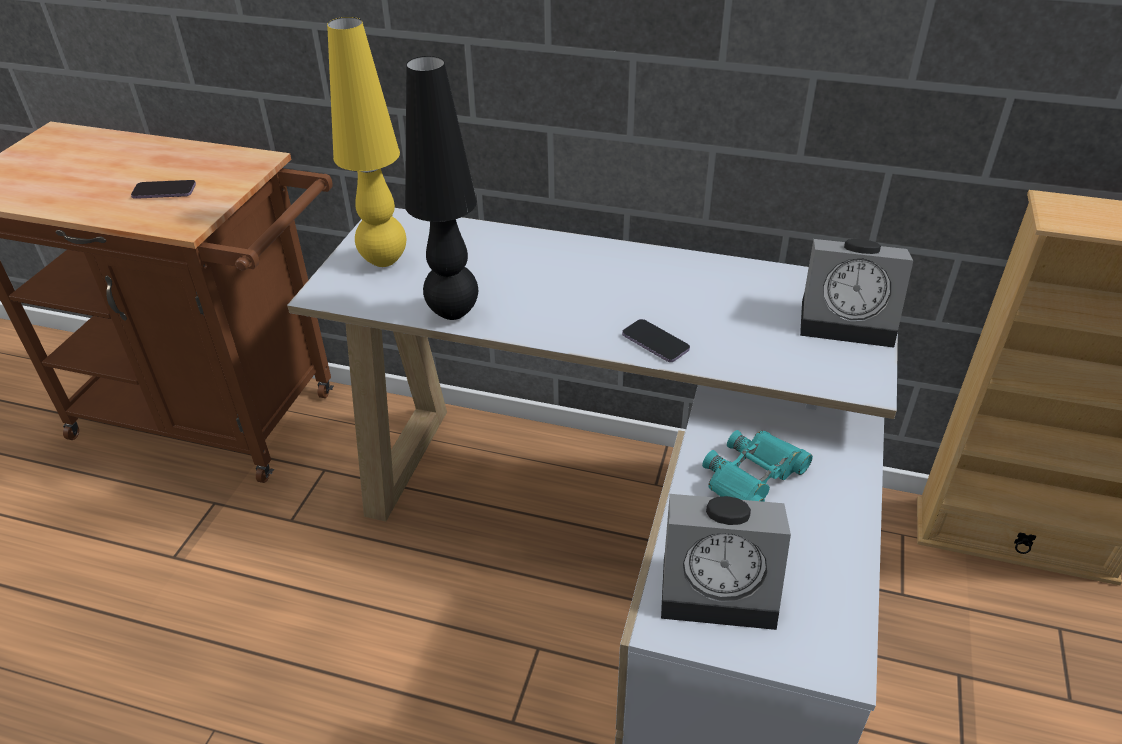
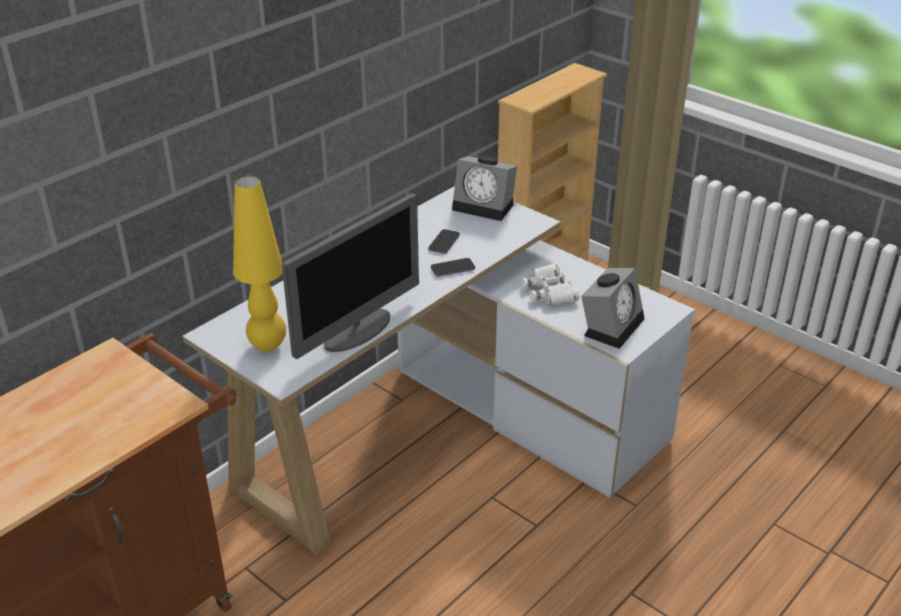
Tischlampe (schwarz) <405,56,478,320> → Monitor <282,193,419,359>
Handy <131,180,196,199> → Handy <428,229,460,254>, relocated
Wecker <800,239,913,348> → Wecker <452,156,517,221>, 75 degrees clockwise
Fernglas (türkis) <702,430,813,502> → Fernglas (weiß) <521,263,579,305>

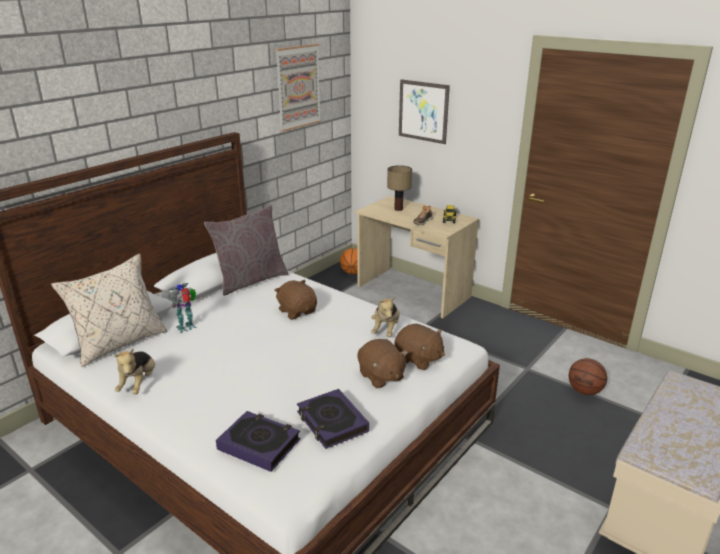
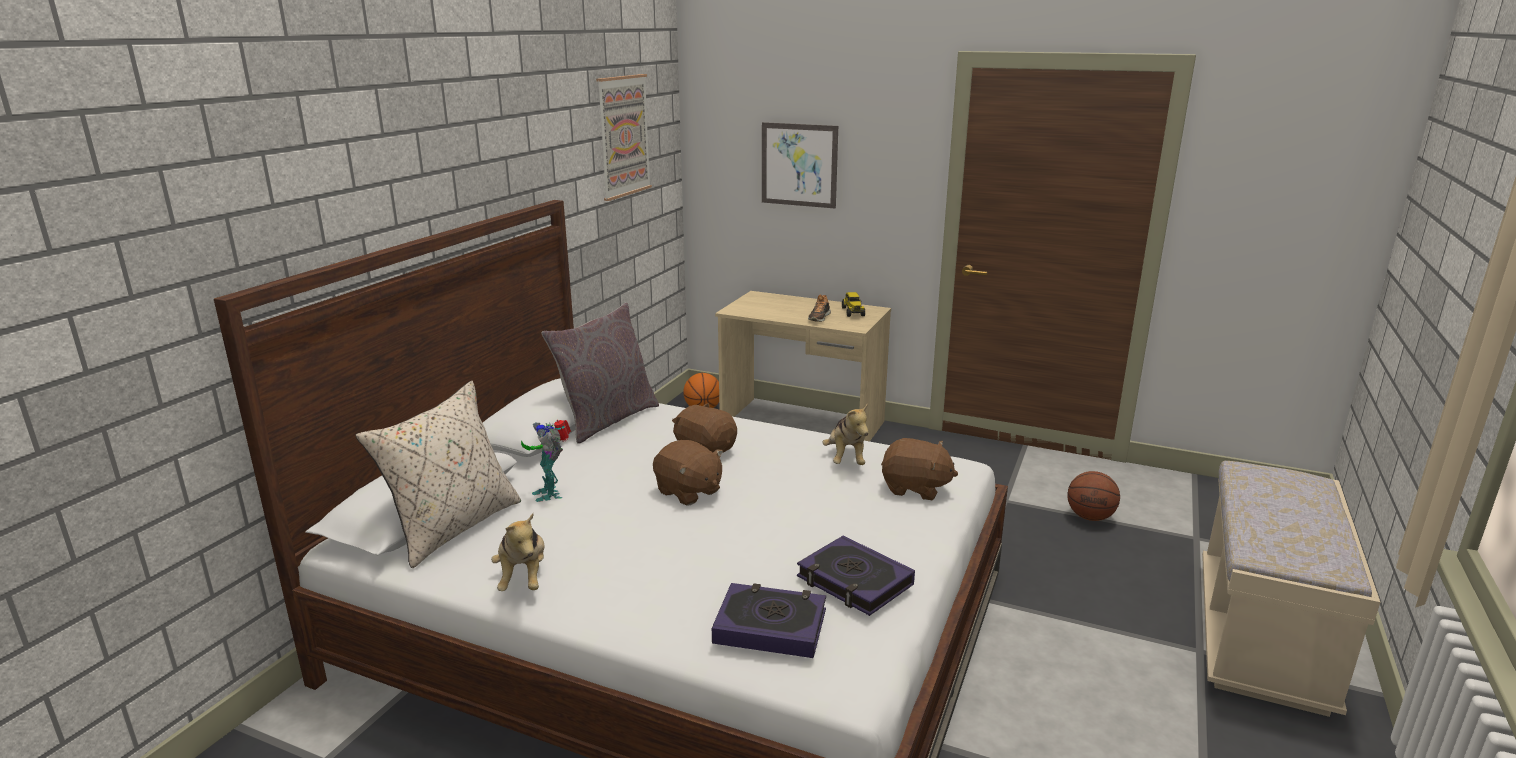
Tischlampe <387,165,412,211> → -
Spielzeugroboter <168,283,197,333> → Spielzeugroboter <521,420,571,502>, 60 degrees counterclockwise
Plüschtier (braun) <358,339,408,388> → Plüschtier (braun) <653,440,723,505>, relocated

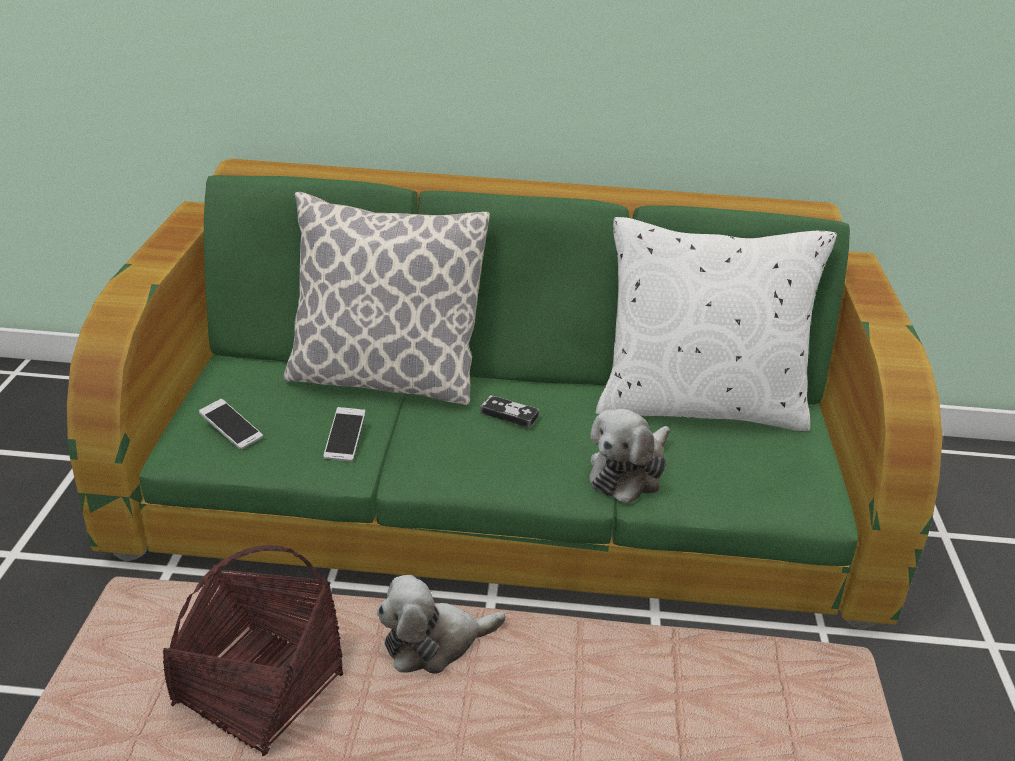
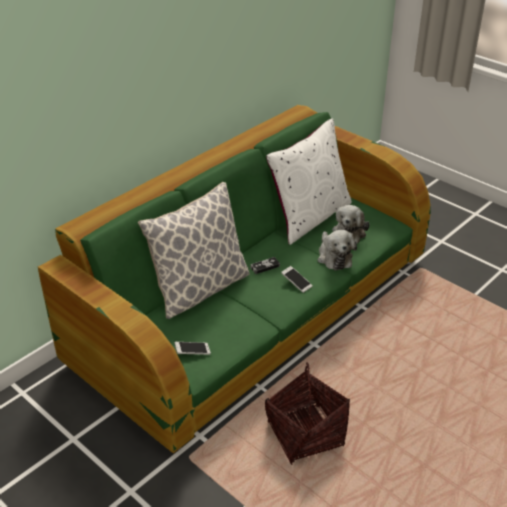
Handy <323,407,366,462> → Handy <281,266,313,293>, relocated
Plüschtier <377,575,506,673> → Plüschtier <332,205,370,244>, relocated

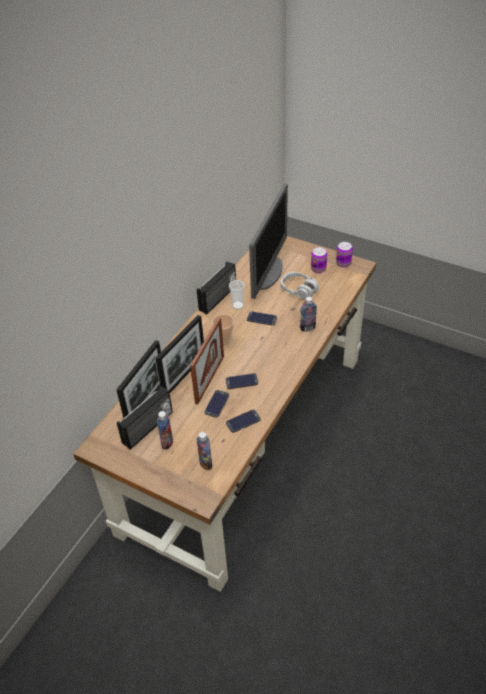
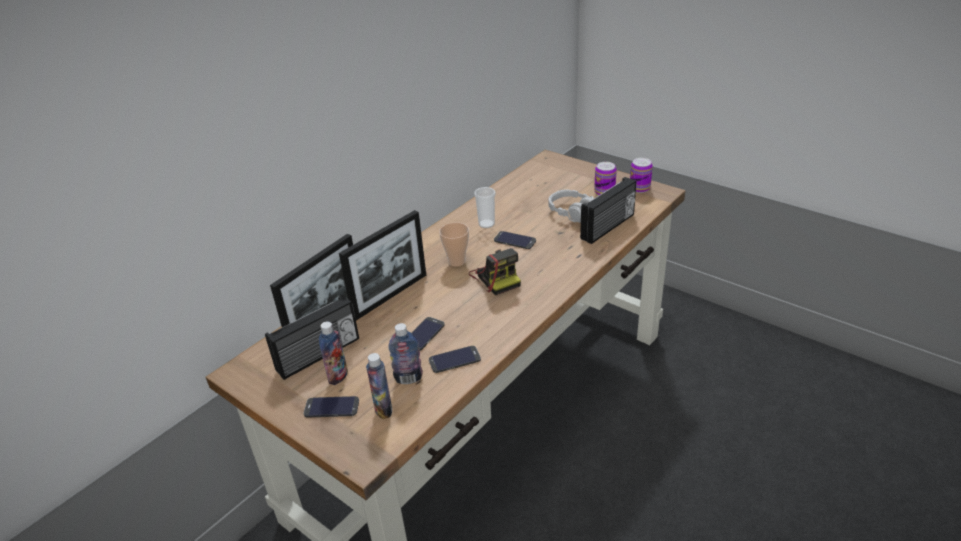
Monitor <249,184,288,299> → -
Radio <197,261,236,314> → Radio <580,177,637,244>, relocated
Flasche <300,297,317,332> → Flasche <389,323,423,384>, relocated
Bilderrahmen <190,317,224,405> → -
Handy <225,373,258,389> → Handy <304,396,359,418>, relocated
- → Kamera <469,248,521,295>

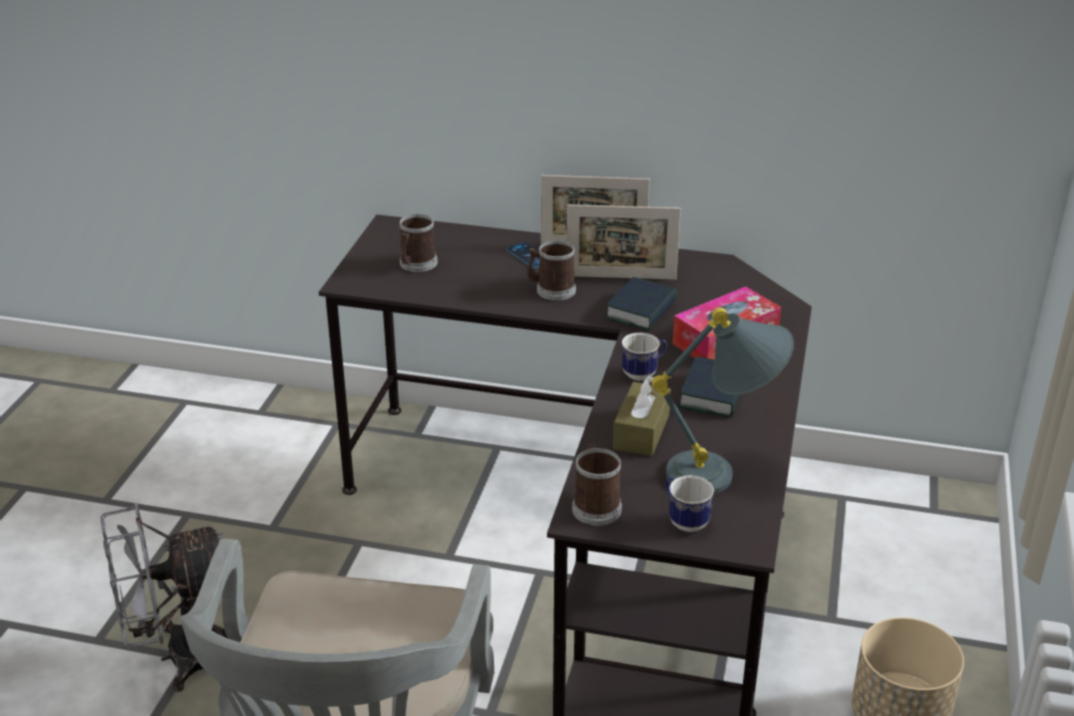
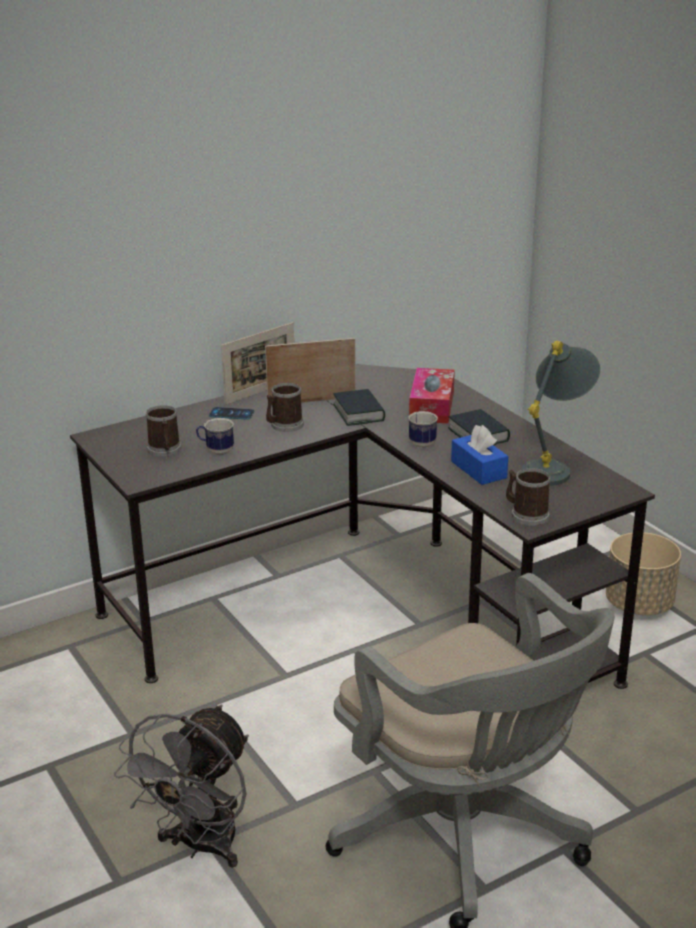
Bilderrahmen <567,205,681,280> → Bilderrahmen <265,338,356,403>, 150 degrees counterclockwise
Taschentuchbox (braun) <613,376,671,456> → Taschentuchbox (blau) <451,425,508,485>
Henkelbecher <665,475,714,532> → Henkelbecher <196,418,234,455>, relocated

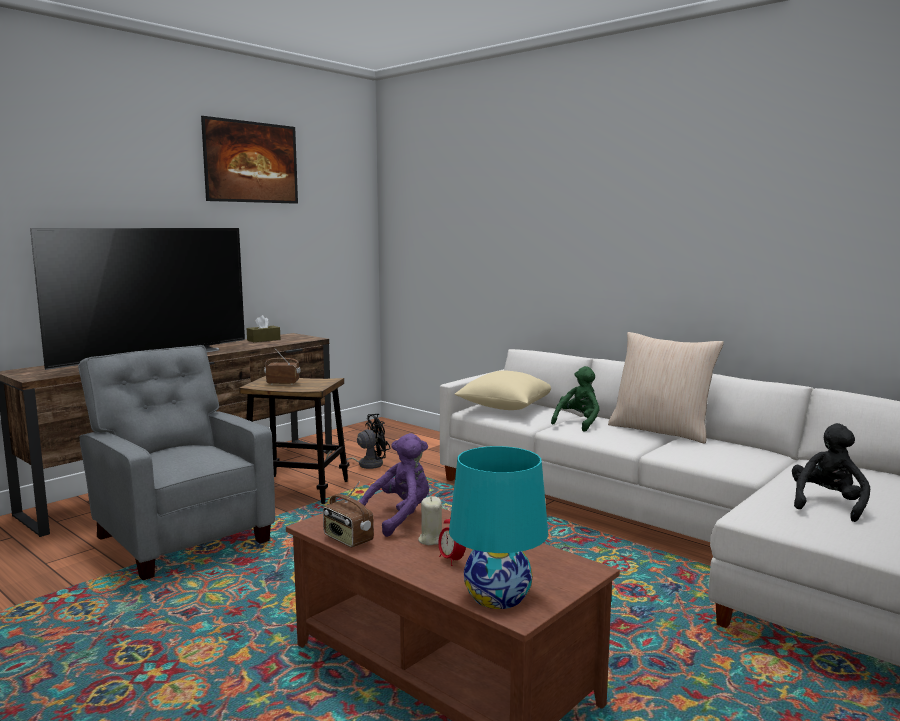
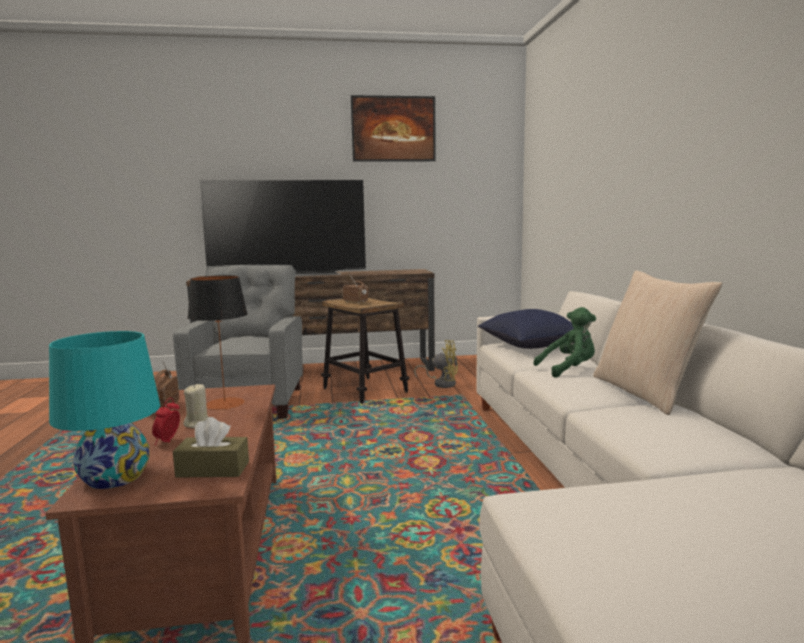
Taschentuchbox (braun) <247,315,280,342> → Taschentuchbox (braun) <173,417,249,478>, relocated
Kissen (beige) <455,370,551,410> → Kissen (blau) <478,309,574,349>
Ventilator (schwarz) <326,414,391,469> → Ventilator (gelb) <414,340,458,388>
Plüschtier (schwarz) <792,423,870,522> → -
Plüschtier (lila) <359,433,429,537> → Tischlampe <187,275,248,410>

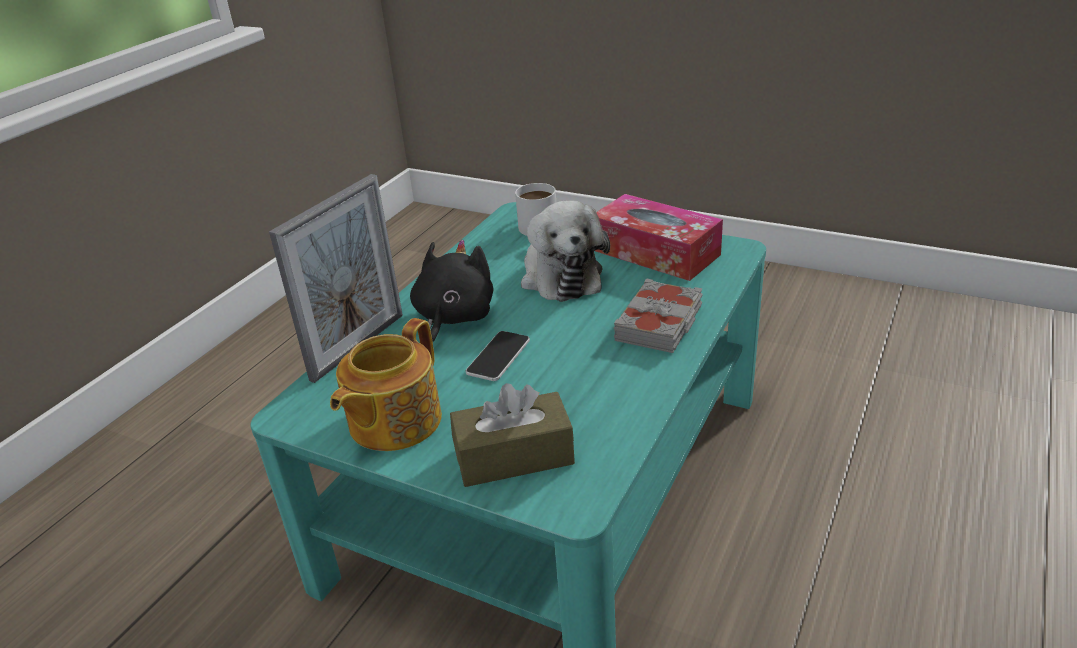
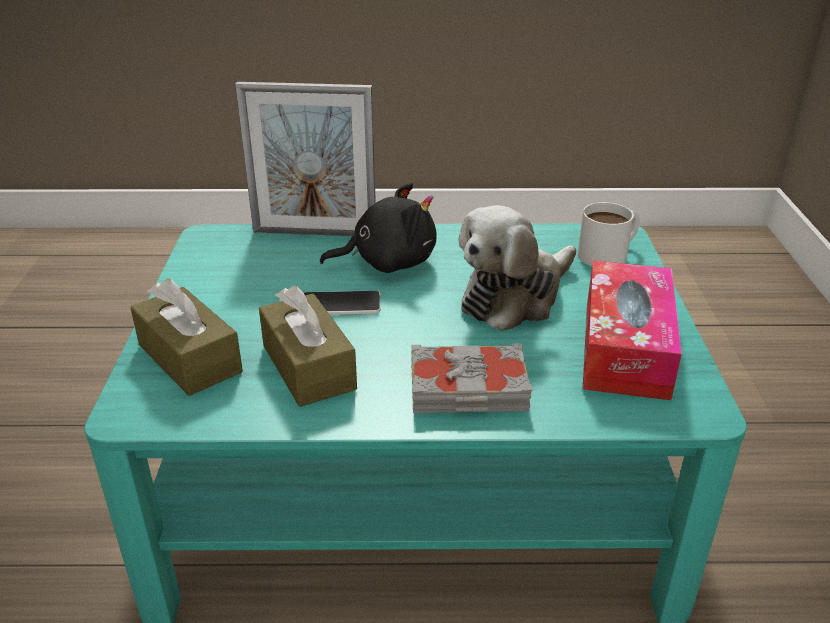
Teekanne <330,318,442,451> → -
- → Taschentuchbox (braun) <259,285,357,407>

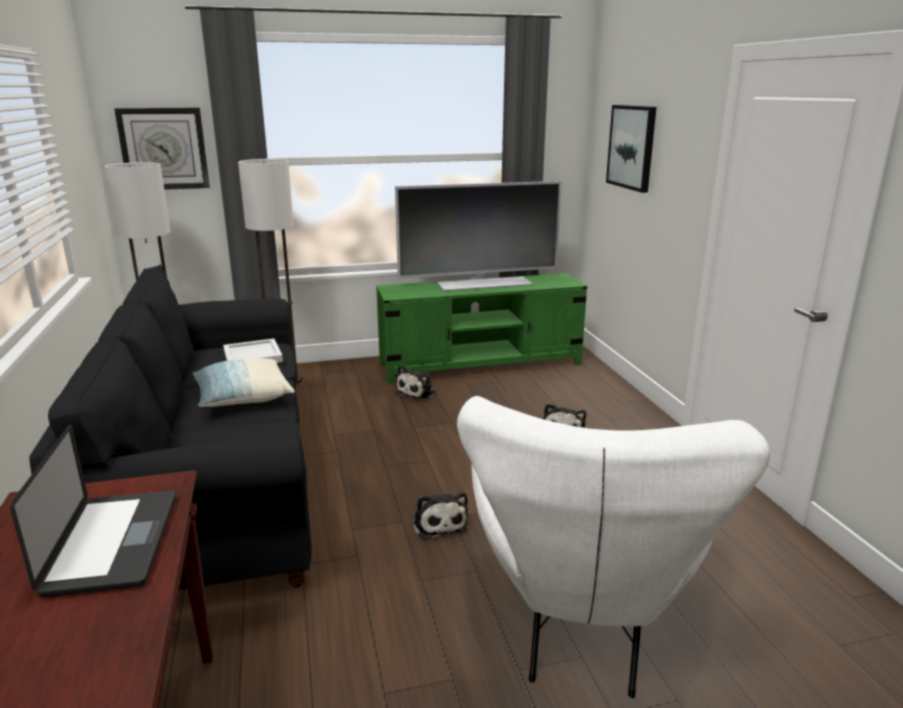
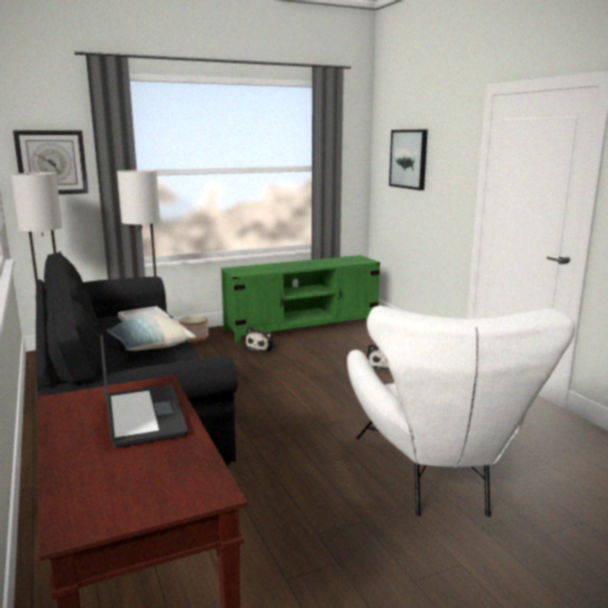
Fernseher <395,181,562,291> → -
Plüschtier <413,492,468,540> → -
- → Pflanzkübel <179,315,209,343>

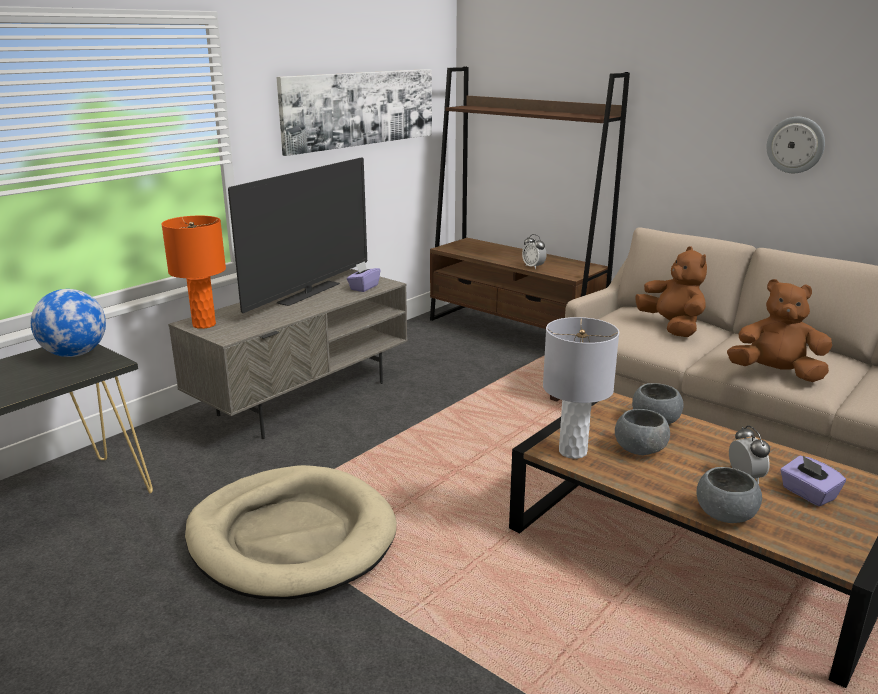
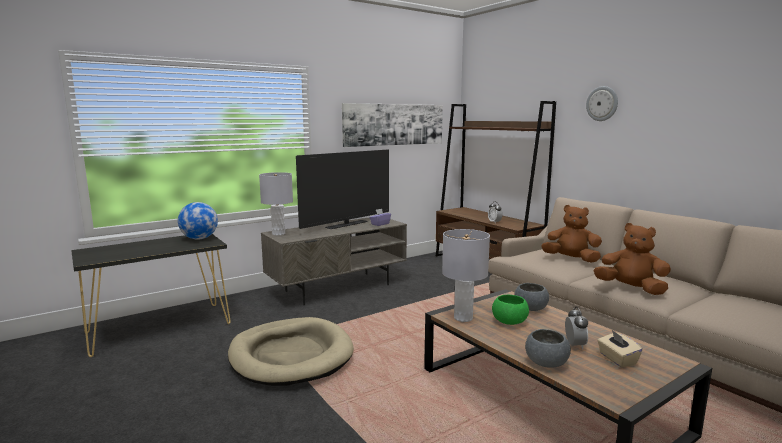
Wanduhr <767,117,825,173> → Wanduhr <586,86,618,121>, relocated
Tischlampe (orange) <161,216,226,329> → Tischlampe (grau) <259,172,293,236>
Plüschtier (braun) <636,246,707,337> → Plüschtier (braun) <541,205,602,262>, 60 degrees counterclockwise
Schüssel (grau) <615,409,670,455> → Schüssel (grün) <492,295,529,325>
Taschentuchbox (lila) <780,456,846,506> → Taschentuchbox (beige) <597,330,642,367>

